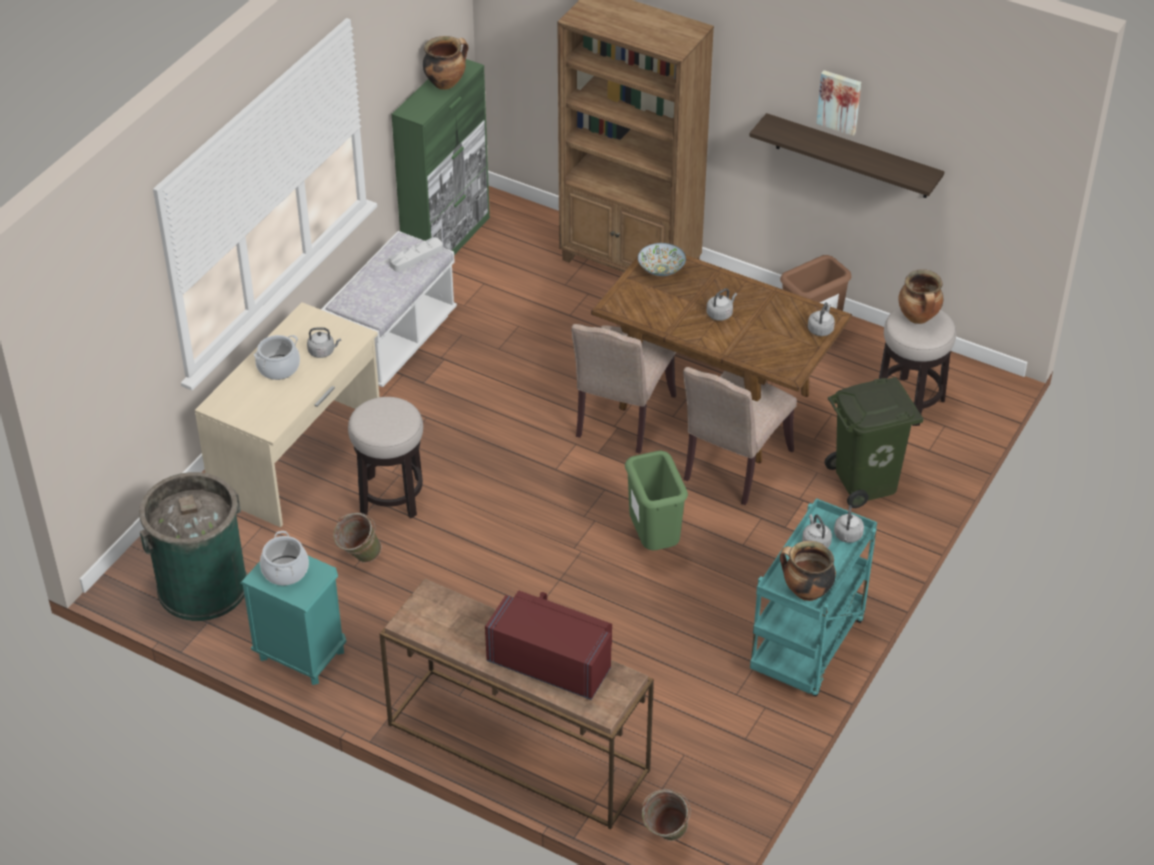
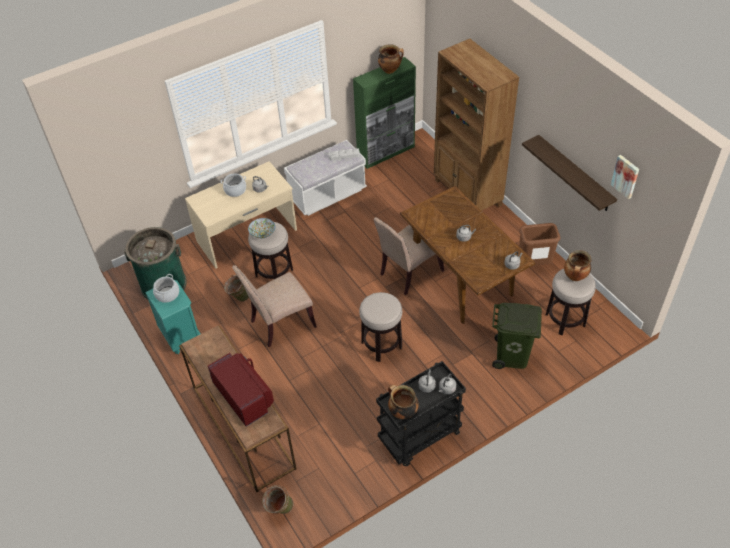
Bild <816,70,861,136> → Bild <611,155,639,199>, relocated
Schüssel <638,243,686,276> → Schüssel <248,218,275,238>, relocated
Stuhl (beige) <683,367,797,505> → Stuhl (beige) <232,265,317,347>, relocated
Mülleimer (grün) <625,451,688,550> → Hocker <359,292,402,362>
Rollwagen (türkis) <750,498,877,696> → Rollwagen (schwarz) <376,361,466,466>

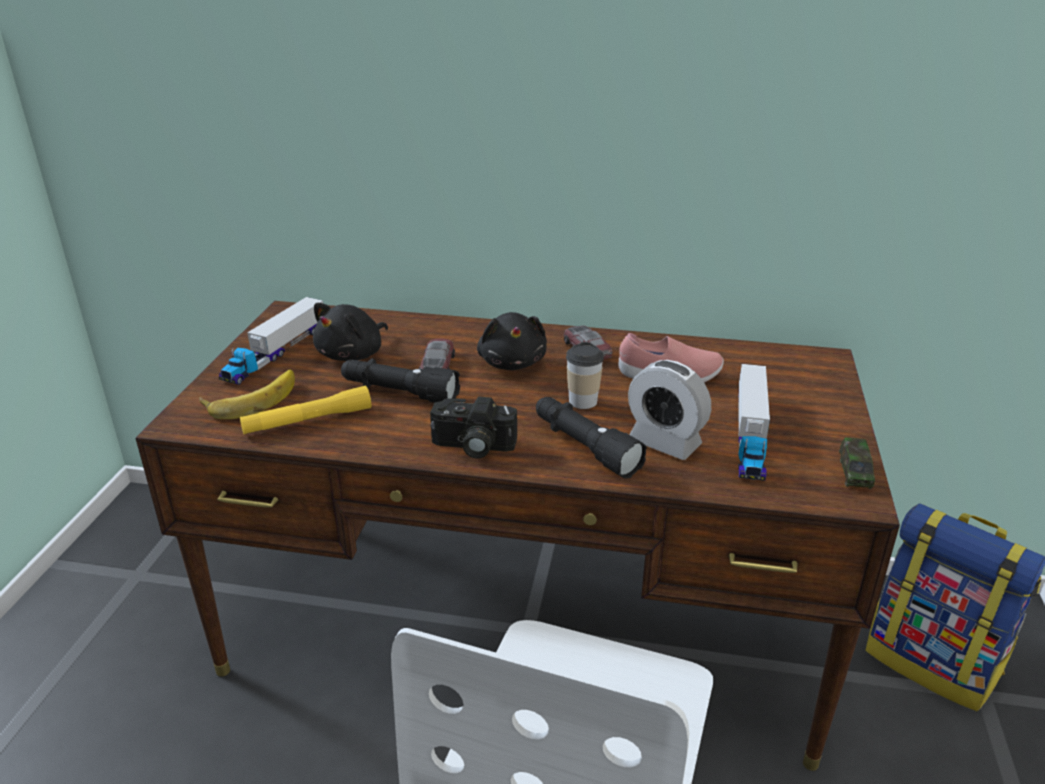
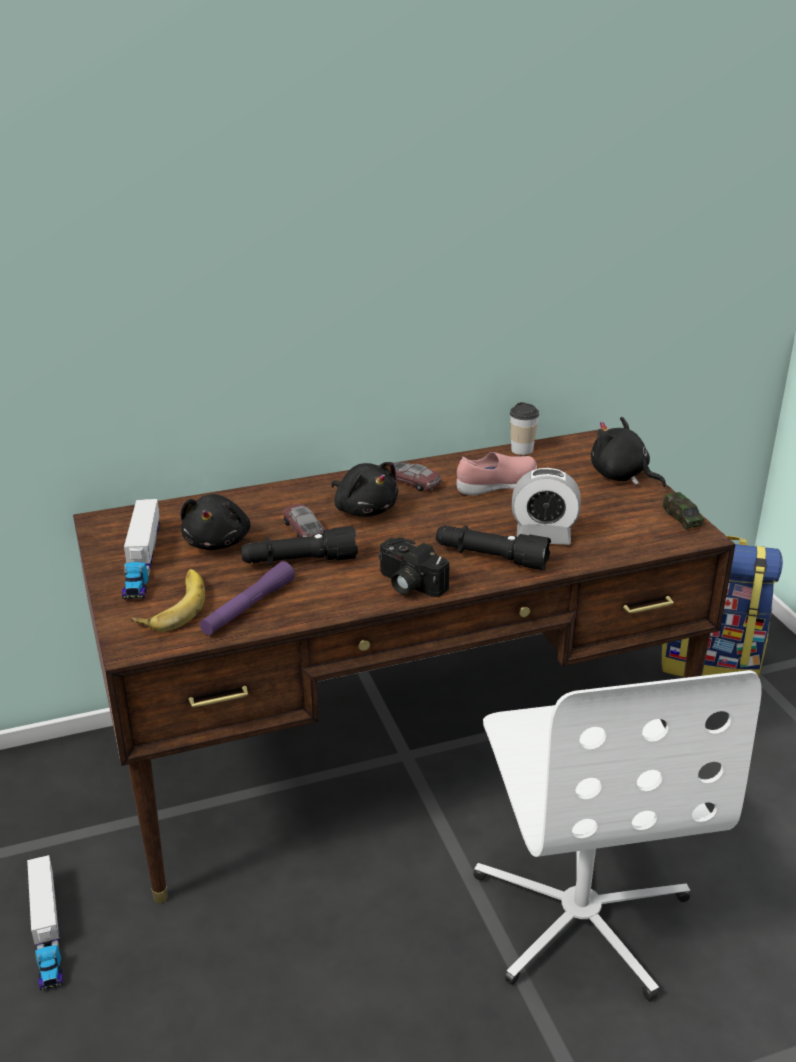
Tasse <566,342,604,409> → Tasse <510,402,539,455>, relocated
Spielzeuglaster <738,364,770,481> → Spielzeuglaster <27,855,63,991>, relocated
Taschenlampe (gelb) <240,386,371,434> → Taschenlampe (lila) <200,561,295,635>
Kamera <430,397,517,459> → Kamera <378,537,450,597>, 60 degrees clockwise
- → Plüschtier (schwarz) <591,417,666,487>

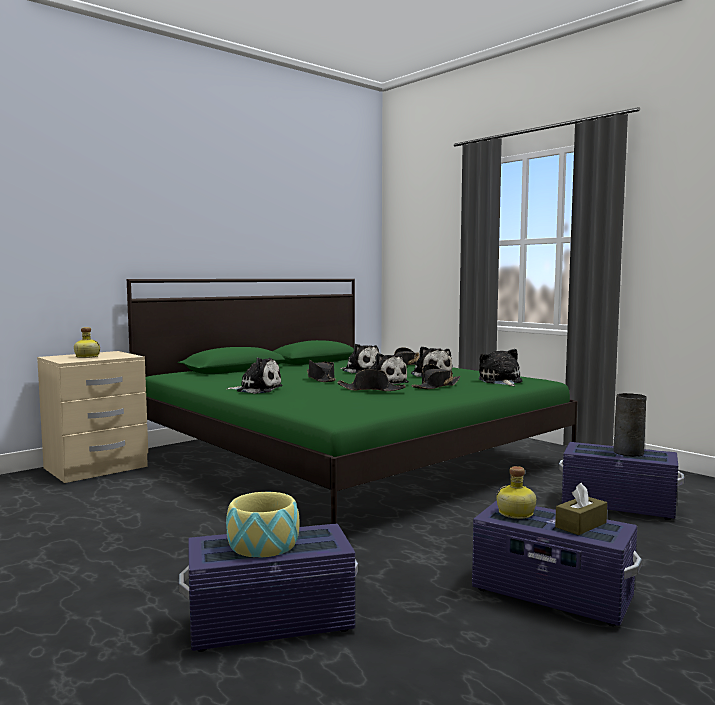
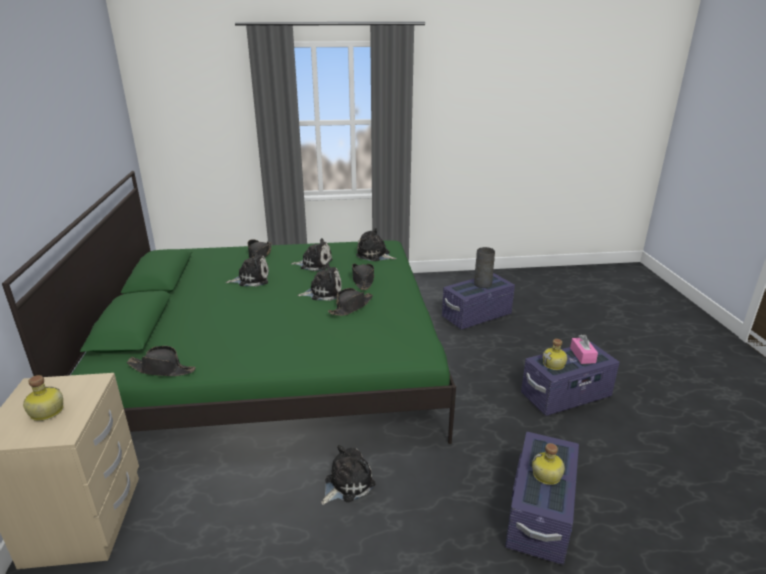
Plüschtier <228,358,283,394> → Plüschtier <321,445,376,505>, relocated
Hut (schwarz) <307,360,336,382> → Hut (schwarz) <127,346,196,376>, relocated
Taschentuchbox (braun) <555,483,607,535> → Taschentuchbox (rosa) <570,335,598,364>
Schüssel <226,492,299,557> → Flasche <532,443,565,485>

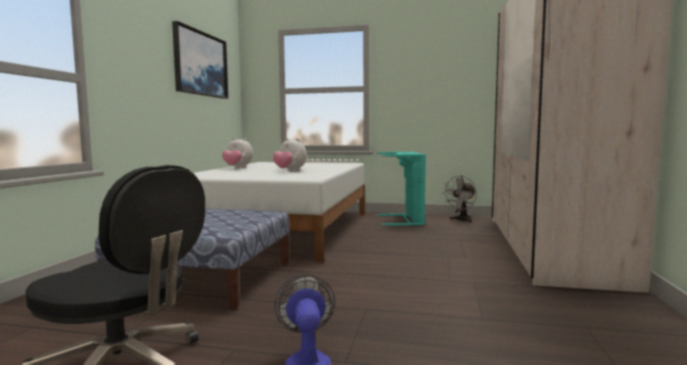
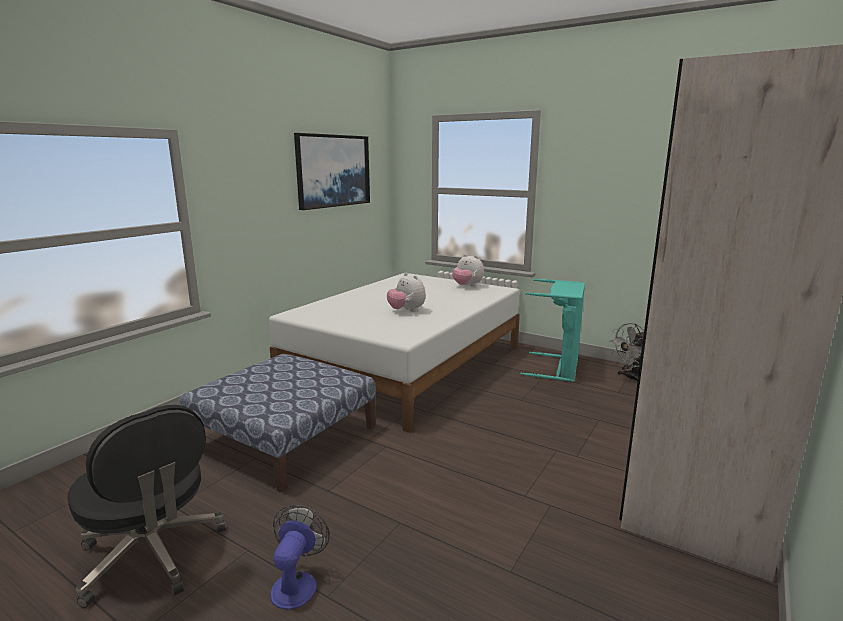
Plüschtier <222,138,253,168> → Plüschtier <452,254,484,286>, relocated

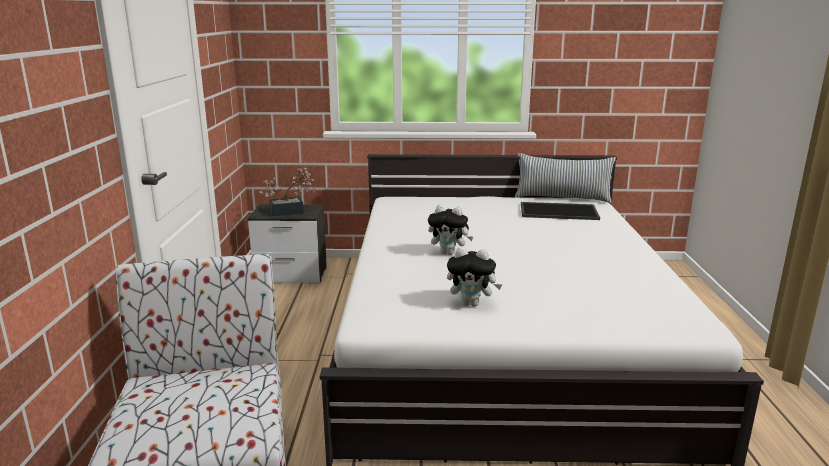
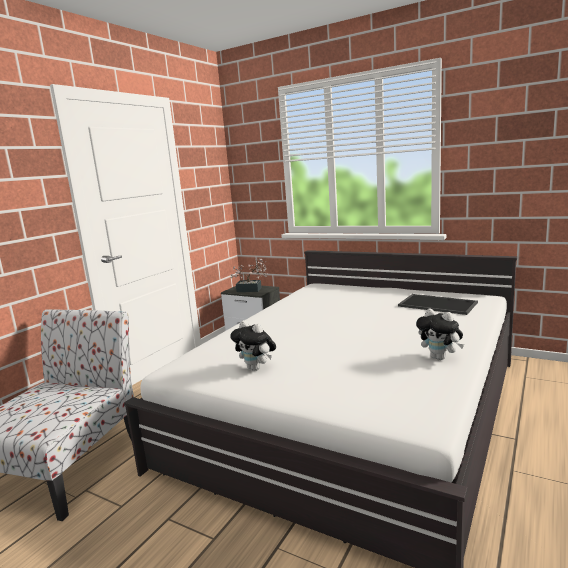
Kissen <515,153,616,203> → -
Plüschtier <428,205,473,255> → Plüschtier <416,309,464,360>, relocated

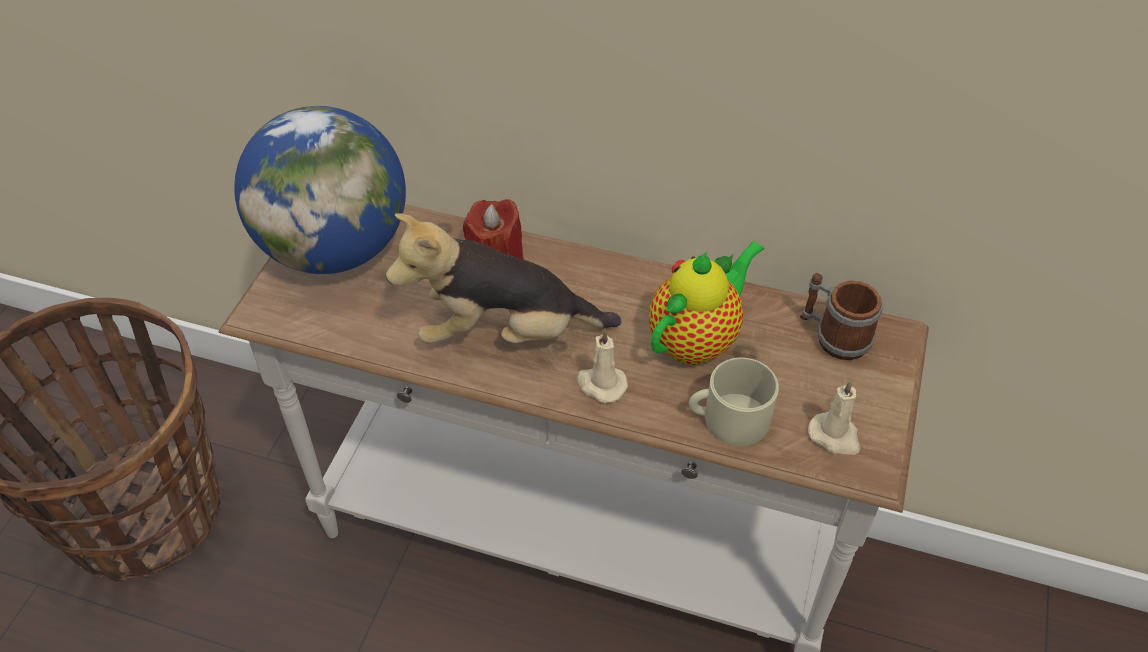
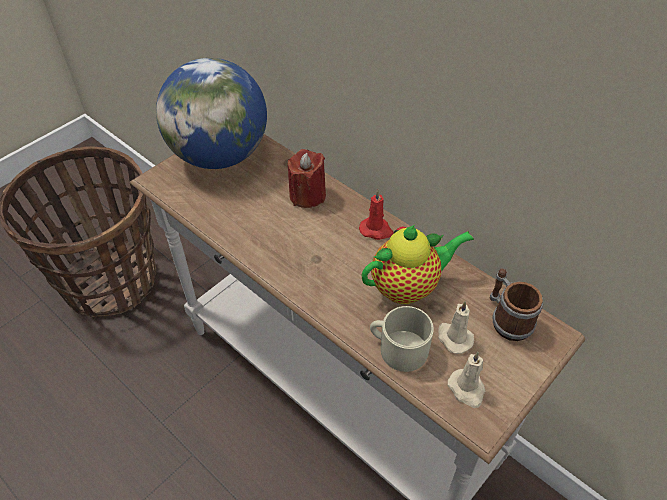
Plüschtier <386,214,621,344> → -
Kerze (beige) <577,329,628,403> → Kerze (beige) <438,301,474,354>, relocated
- → Kerze (rot) <359,189,394,240>

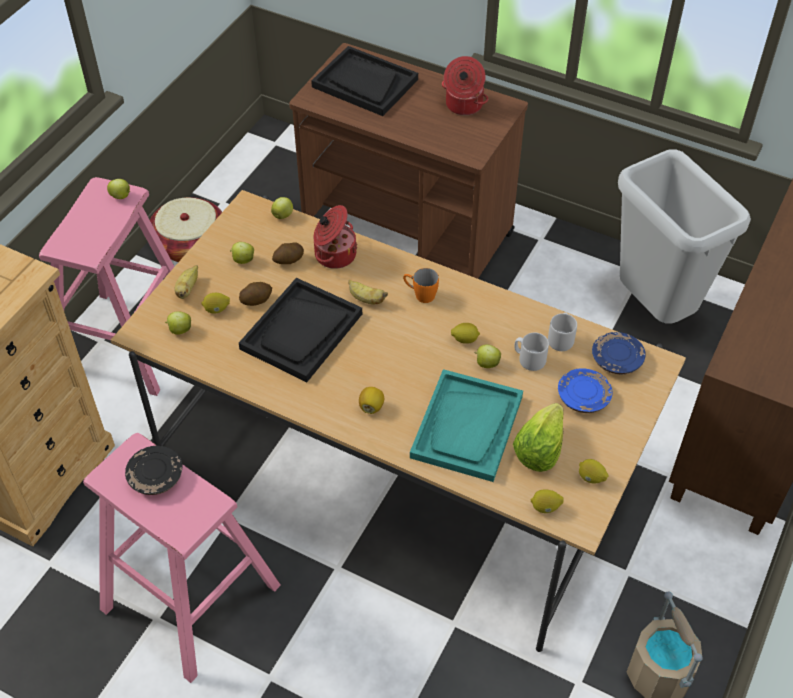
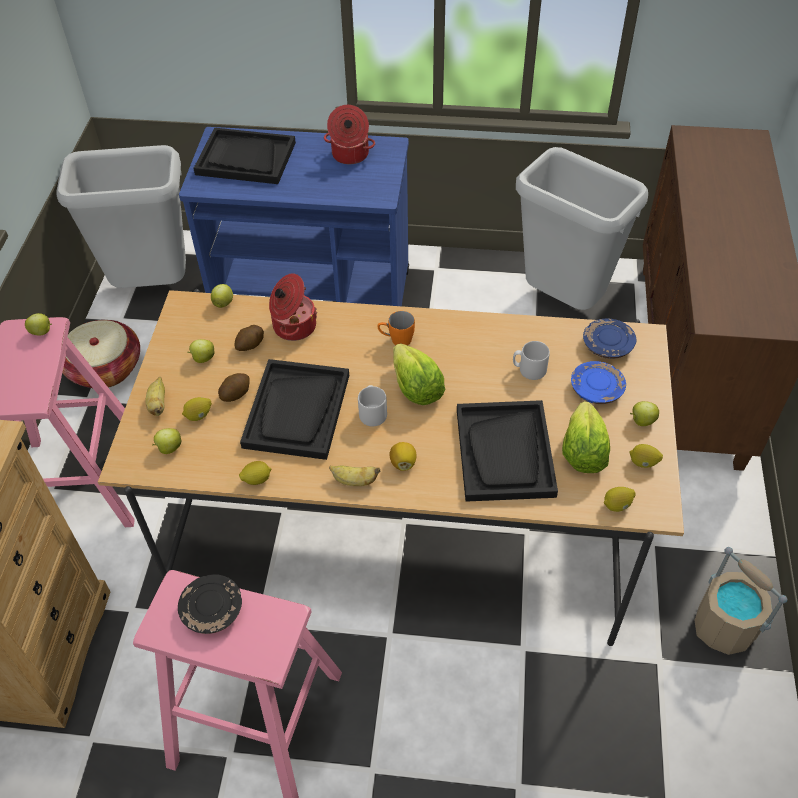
Rollwagen (braun) <289,43,528,279> → Rollwagen (blau) <179,127,409,306>
Banane <348,280,388,304> → Banane <329,465,380,486>, relocated
Henkelbecher (grau) <548,313,577,351> → Henkelbecher (grau) <358,385,387,427>, relocated
Zitrone <451,323,480,344> → Zitrone <239,461,271,485>, relocated
Apfel <475,344,501,368> → Apfel <630,401,659,426>, relocated
Tablett (türkis) <410,369,523,482> → Tablett (schwarz) <457,400,558,502>
- → Mülleimer (grau) <56,145,186,288>
- → Salatkopf <393,343,445,405>

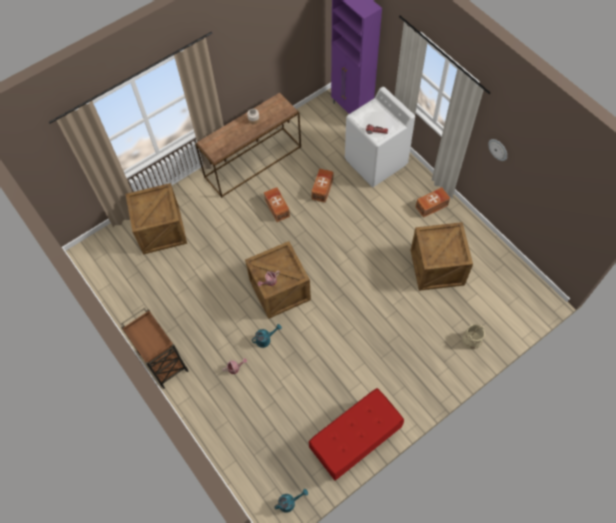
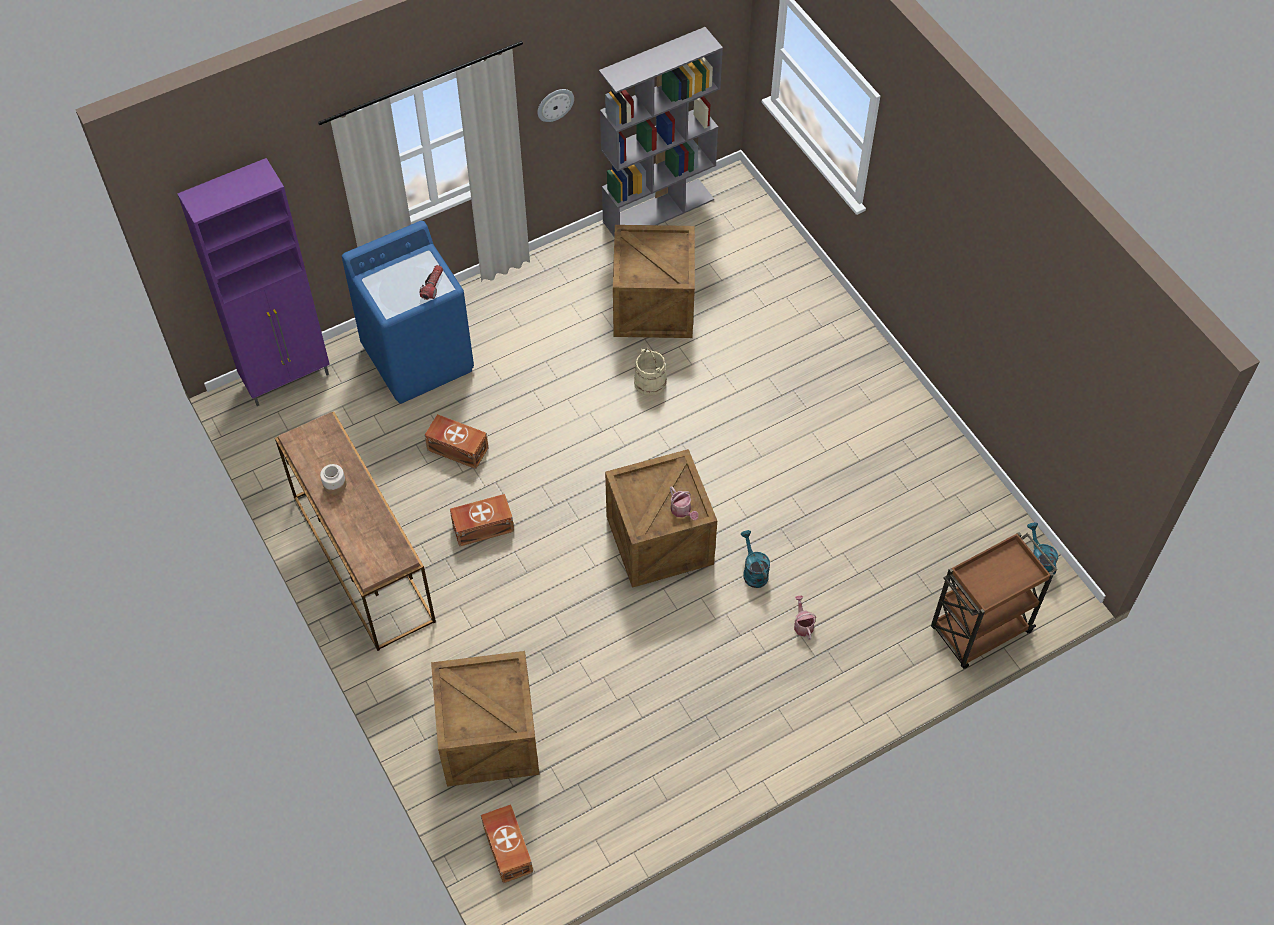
Waschmaschine (weiß) <345,87,415,187> → Waschmaschine (blau) <342,221,474,404>
Aufbewahrungsbox (braun) <416,187,450,218> → Aufbewahrungsbox (braun) <481,804,533,883>, relocated
Rollwagen (braun) <121,308,189,389> → Rollwagen (braun) <931,532,1057,669>, relocated
Eimer (beige) <462,324,485,349> → Eimer (beige) <634,348,667,396>, relocated
Bank (rot) <309,388,404,481> → -
- → Bücherregal (grau) <599,27,723,236>

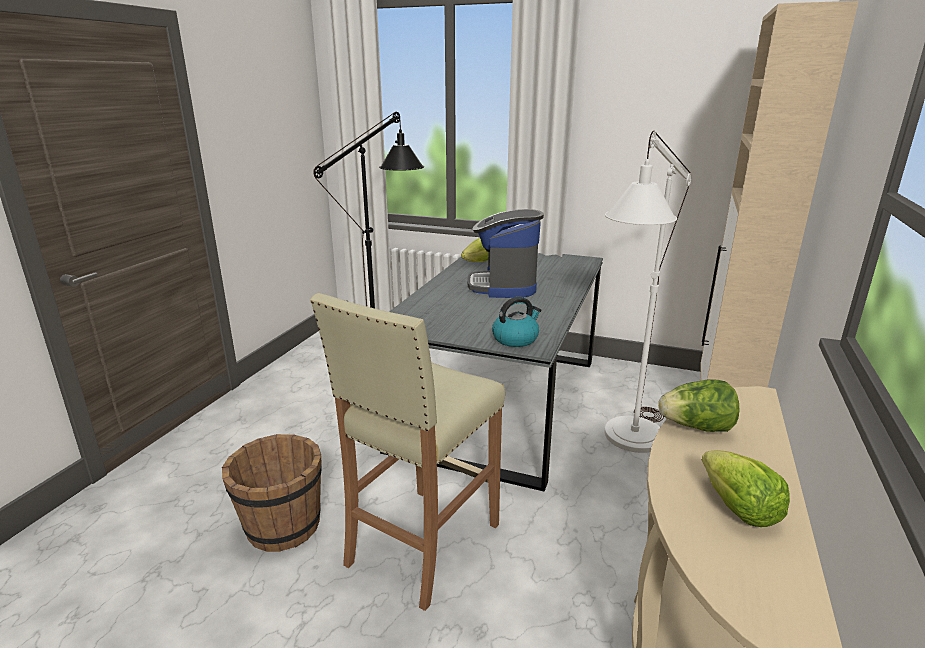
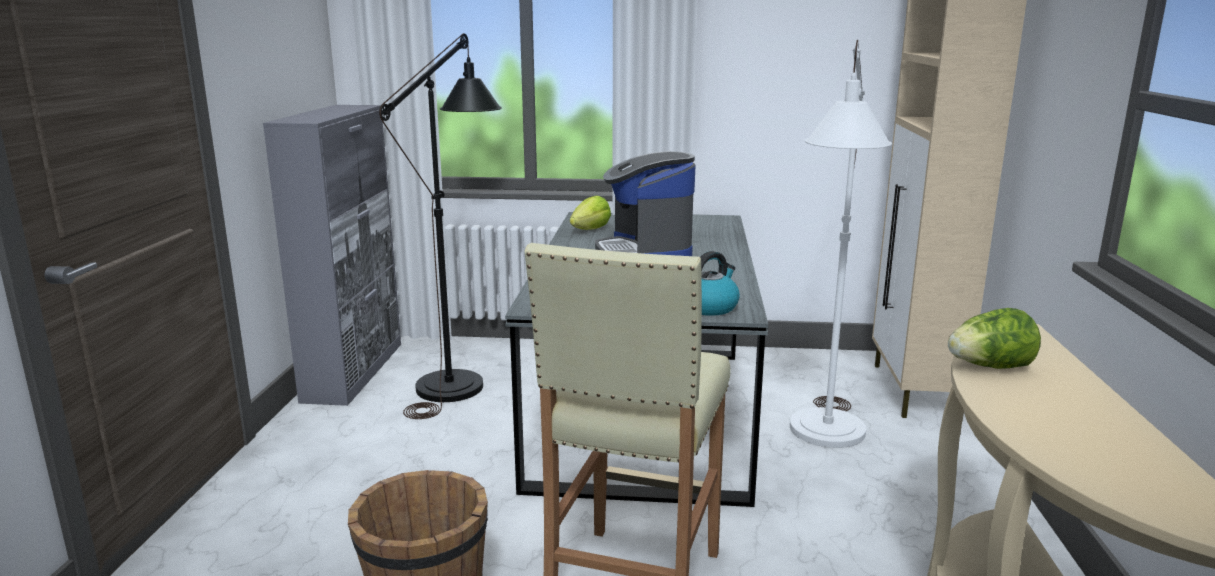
Salatkopf <702,450,790,527> → -
- → Schrank (grau) <263,105,401,406>

